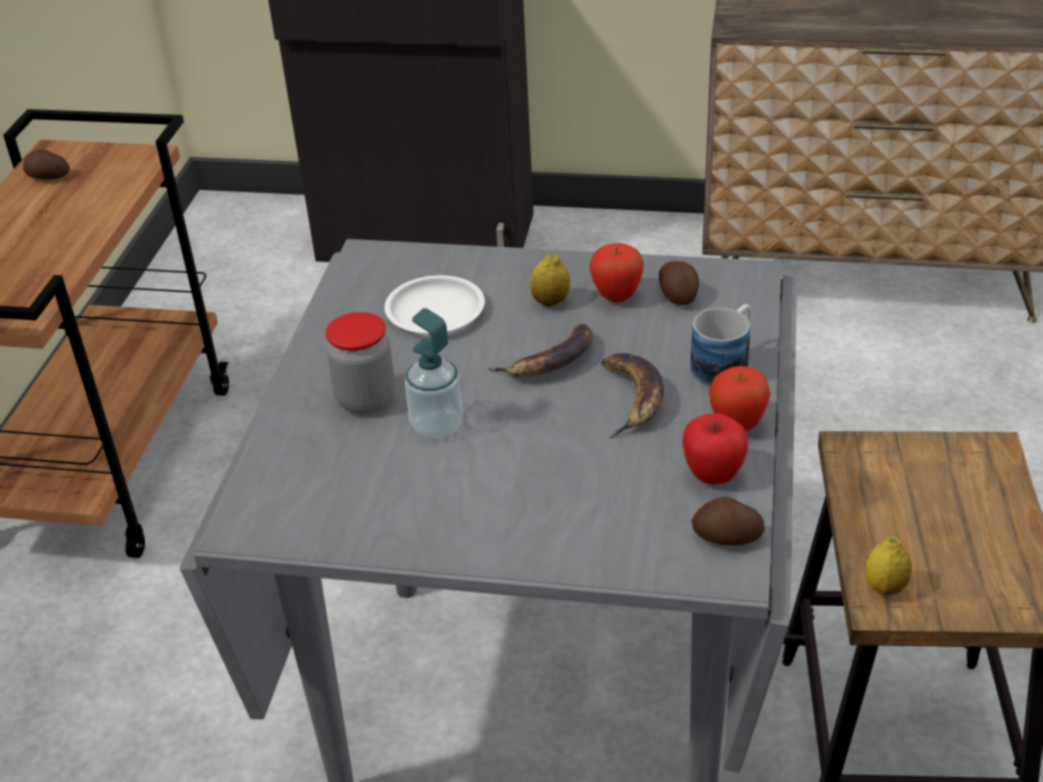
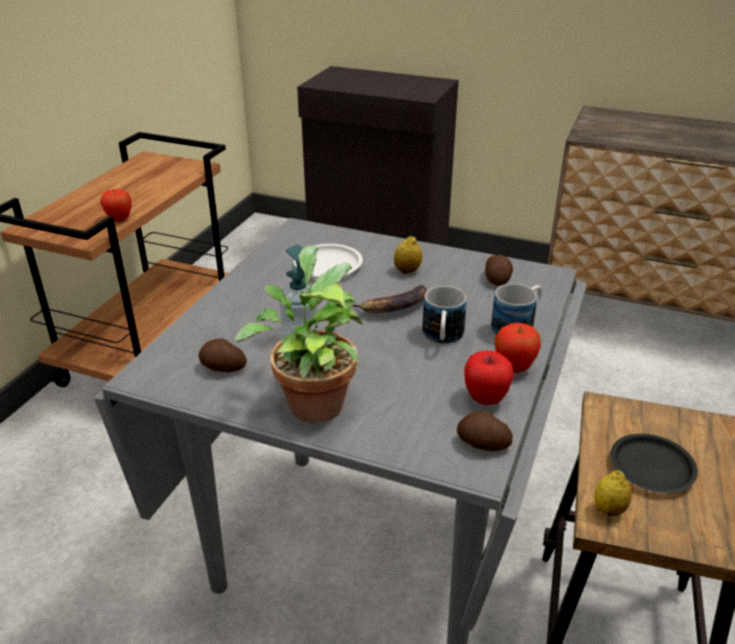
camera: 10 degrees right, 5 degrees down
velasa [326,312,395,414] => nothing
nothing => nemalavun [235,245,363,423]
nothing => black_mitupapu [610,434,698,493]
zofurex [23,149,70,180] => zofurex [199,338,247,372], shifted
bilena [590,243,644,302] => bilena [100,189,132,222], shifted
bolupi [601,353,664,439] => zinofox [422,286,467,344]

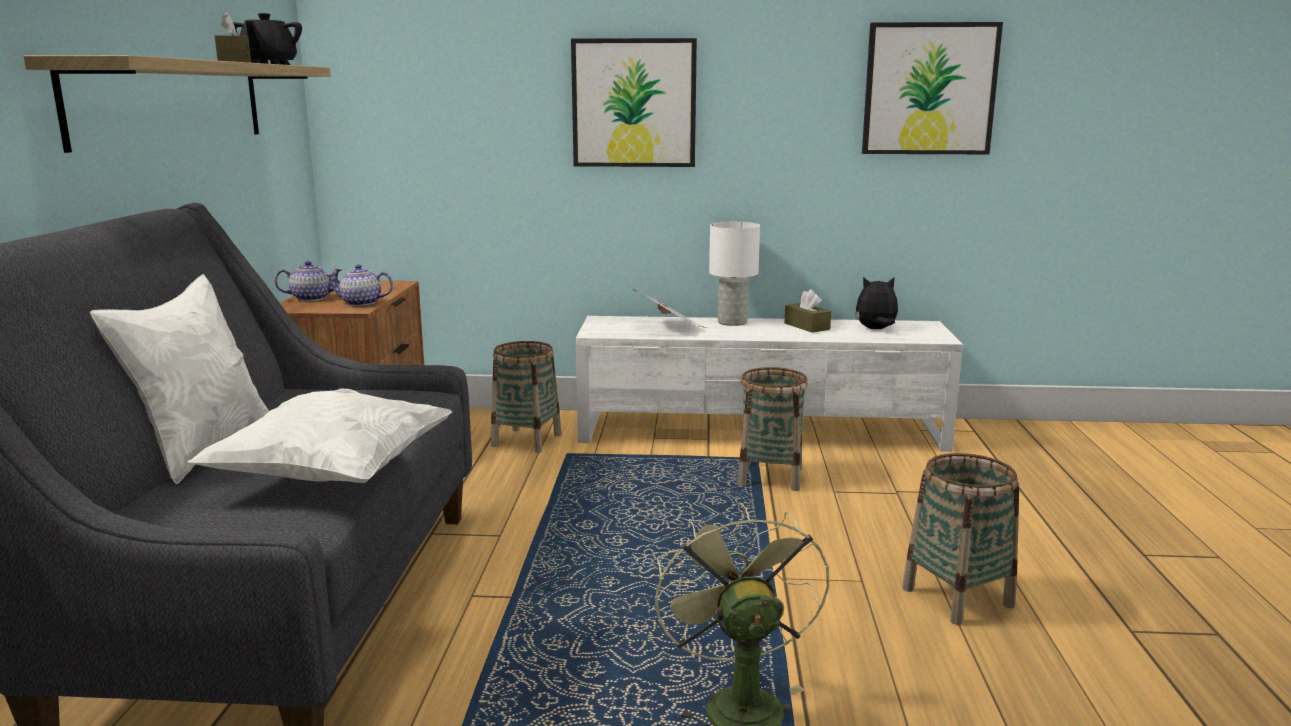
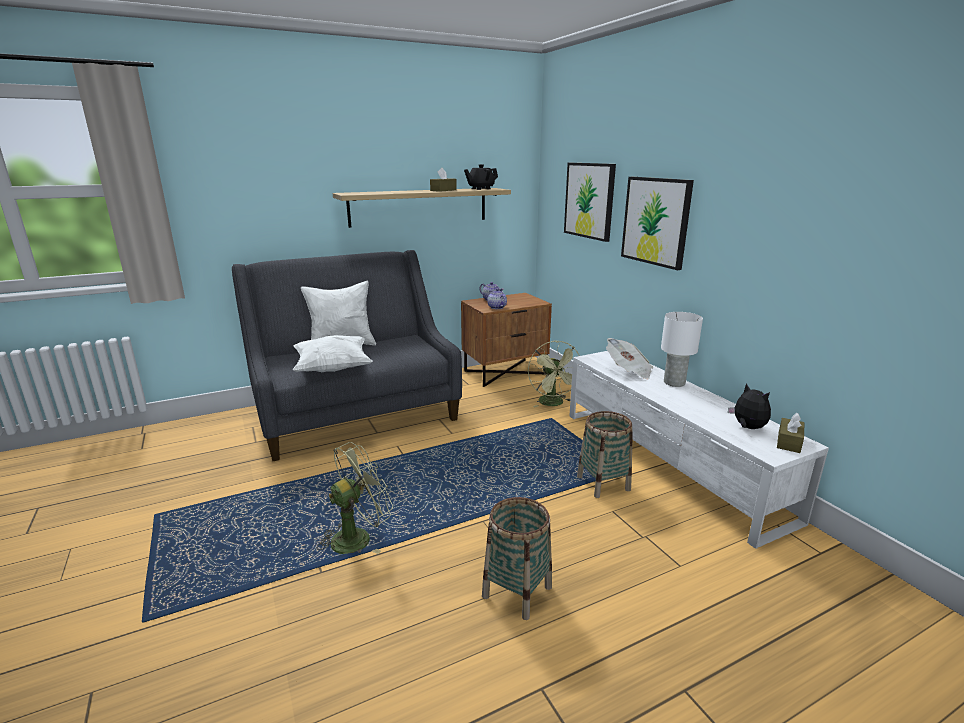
camera: 60 degrees right, 5 degrees up
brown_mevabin [785,290,831,333] => brown_mevabin [777,413,804,453], shifted
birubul [862,22,1003,154] => birubul [564,163,616,242], shifted
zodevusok [491,341,561,453] => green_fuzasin [528,341,579,408]

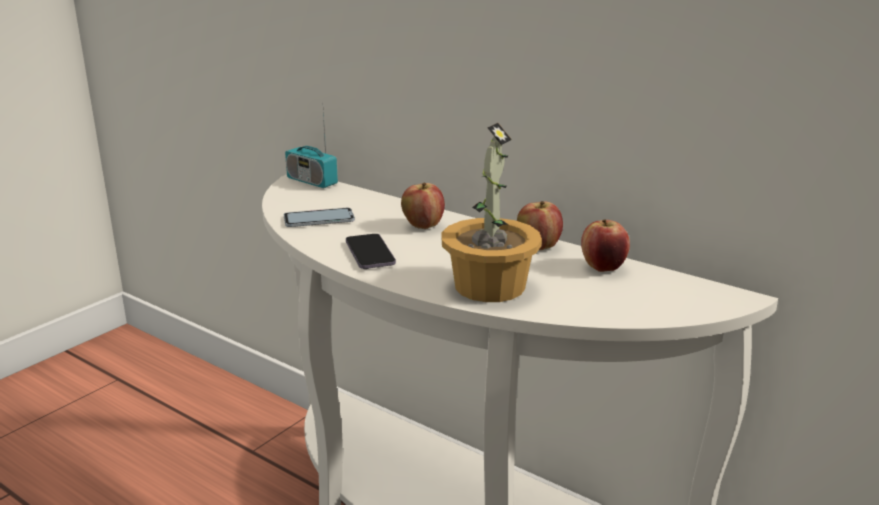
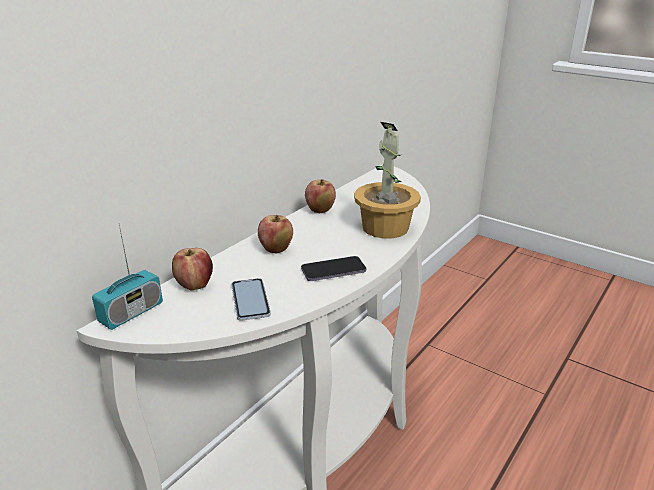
camera: 90 degrees left, 5 degrees up
bilena [581,219,630,272] => bilena [172,248,213,291], shifted

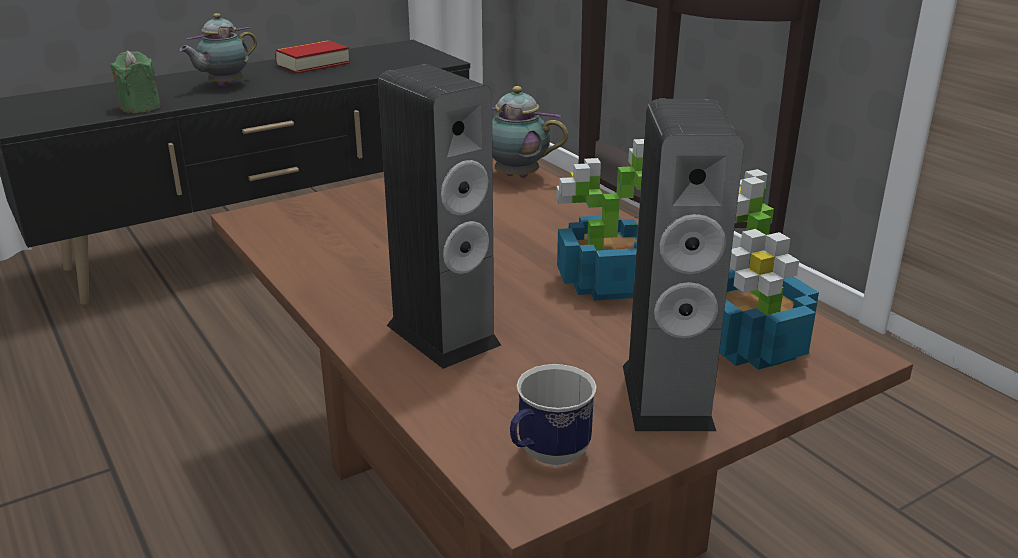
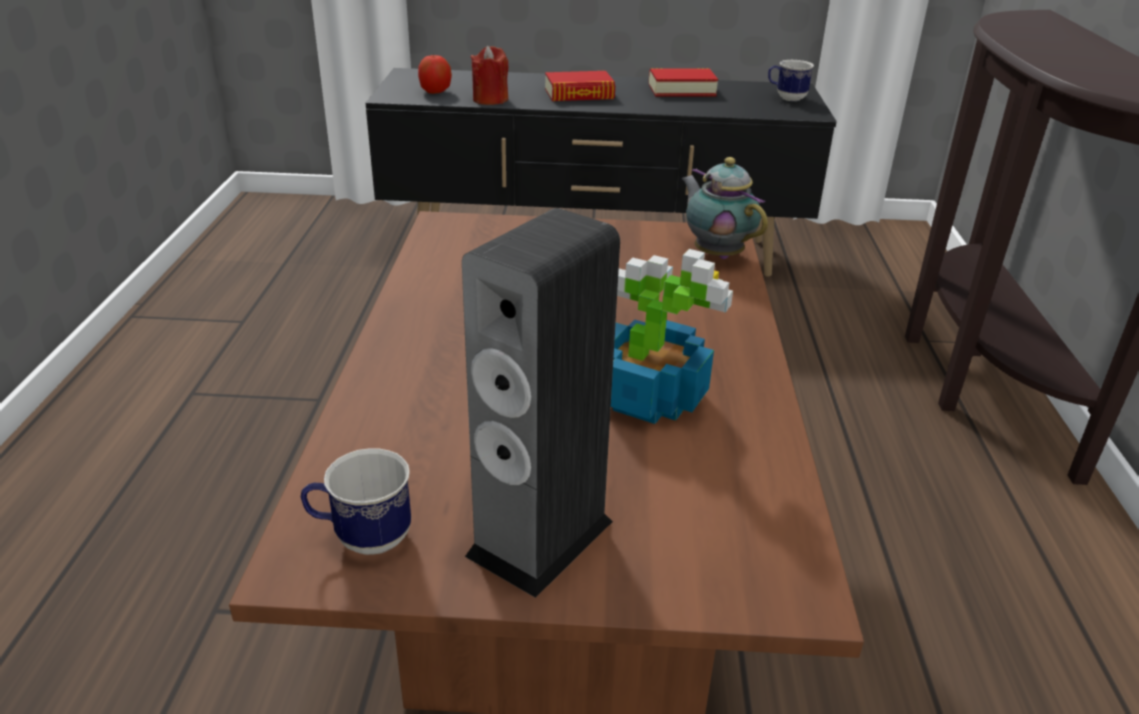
camera: 35 degrees right, 5 degrees up
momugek [378,64,502,369] => nothing
nemalavun [719,169,819,370] => nothing
nothing => bilena [418,54,452,94]
nothing => zinofox [768,60,814,101]
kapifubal [179,13,257,87] => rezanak [545,71,615,101]
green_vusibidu [110,51,161,113] => red_vusibidu [471,46,509,105]

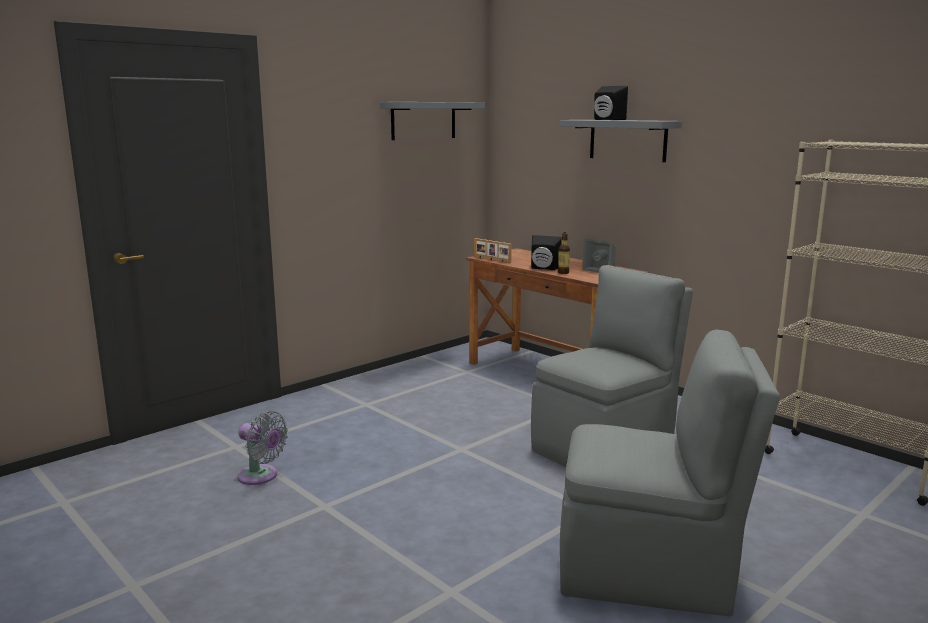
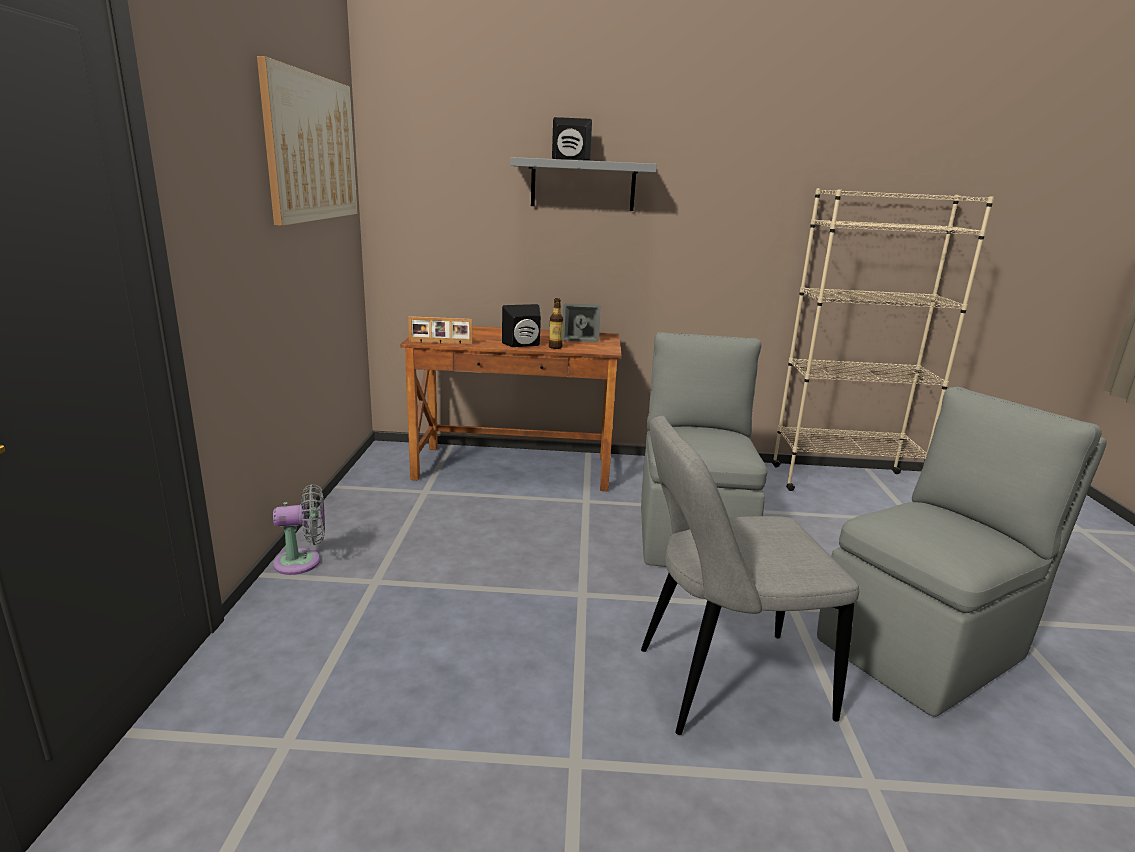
camera: 45 degrees left, 5 degrees up
nothing => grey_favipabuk [641,416,859,735]
grey_fuzasin [237,411,288,485] => grey_fuzasin [273,484,325,575], shifted
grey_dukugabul [380,102,485,140] => birubul [257,56,358,226]

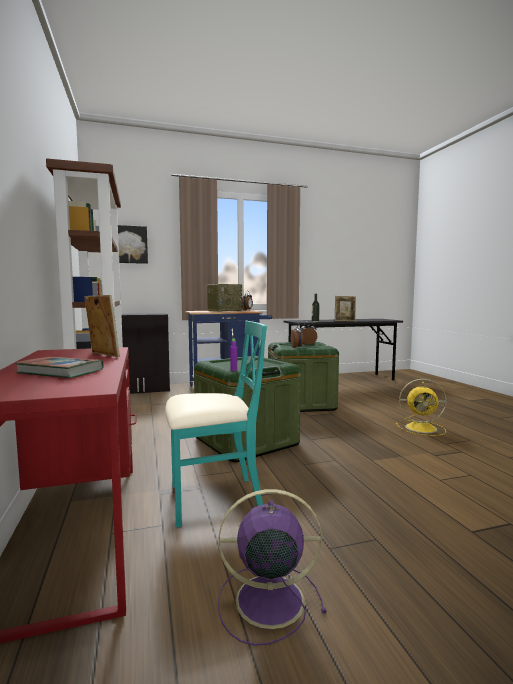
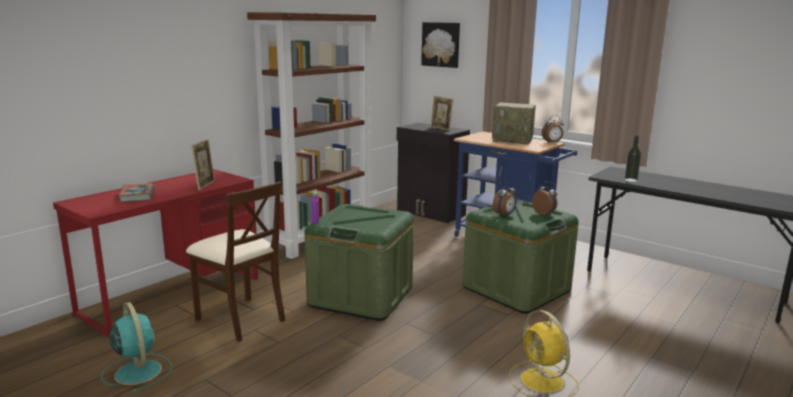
camera: 55 degrees right, 10 degrees up
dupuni [335,296,356,321] => dupuni [431,96,453,131], shifted
turquoise_favipabuk [165,321,267,527] => beige_favipabuk [186,181,285,342]
purple_fuzasin [218,489,327,646] => turquoise_fuzasin [101,302,172,393]

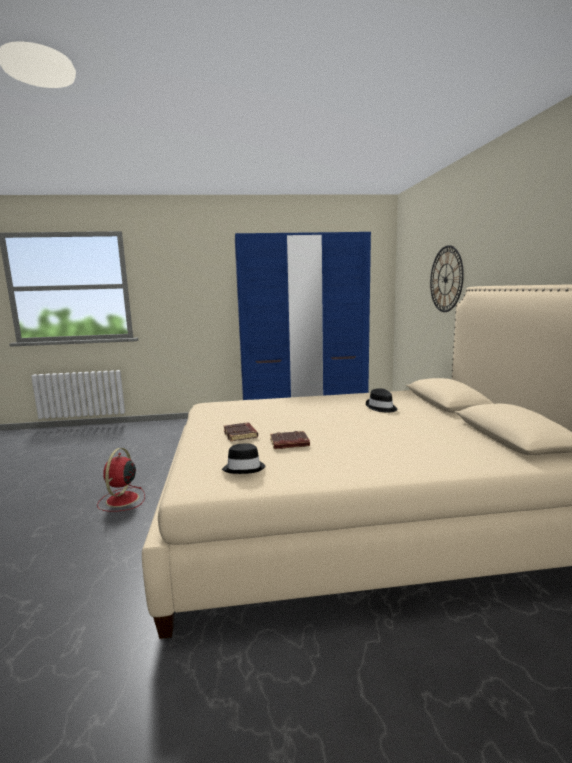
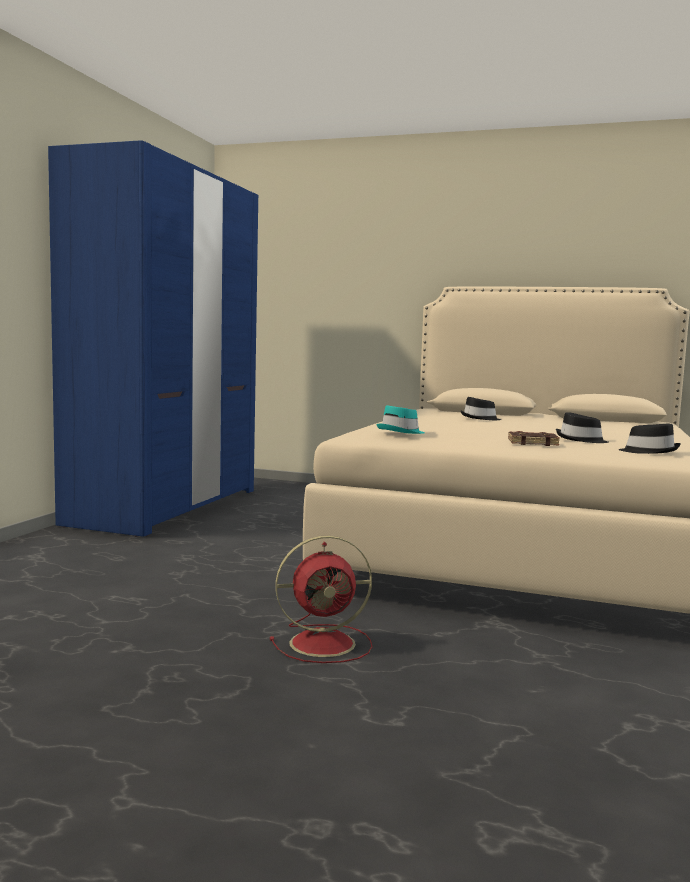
camera: 65 degrees left, 5 degrees down
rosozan [430,245,464,312] => nothing
nothing => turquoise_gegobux [376,405,425,434]
brown_rezanak [270,431,310,449] => black_gegobux [556,412,609,443]
red_fuzasin [97,448,145,512] => red_fuzasin [270,536,372,663], 45 degrees counterclockwise

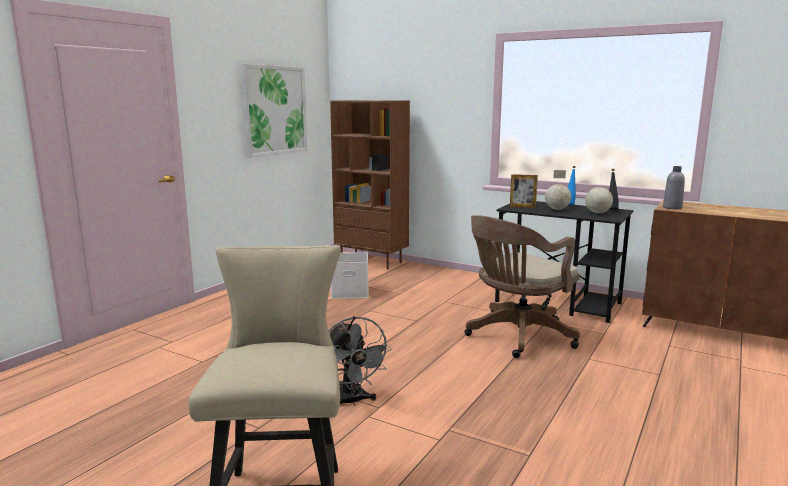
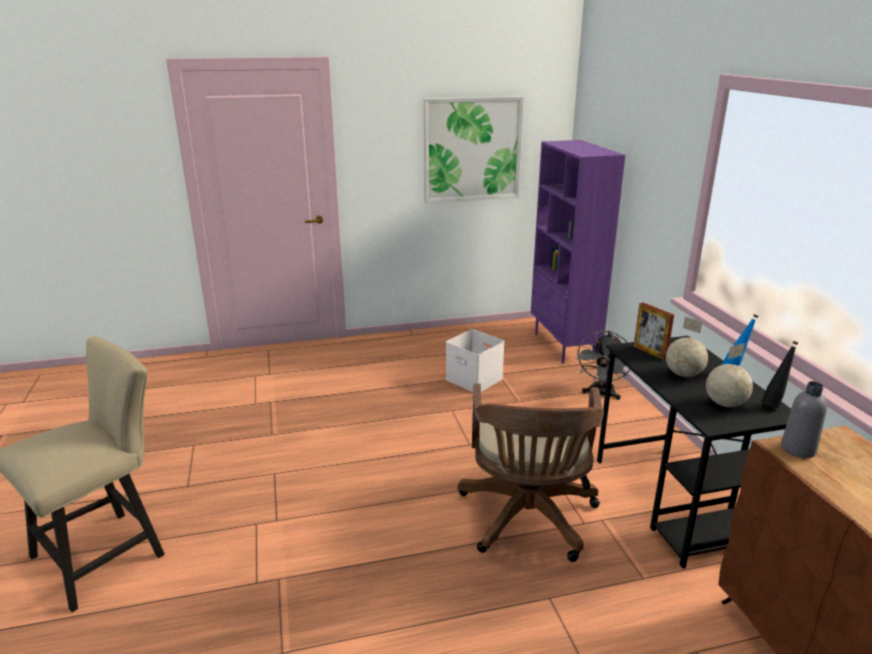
camera: 45 degrees right, 10 degrees up
grey_fuzasin [329,316,392,406] => grey_fuzasin [576,331,630,400], shifted
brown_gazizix [330,100,410,269] => purple_gazizix [531,140,625,364]
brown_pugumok [465,215,580,358] => brown_pugumok [457,383,604,562], 90 degrees counterclockwise

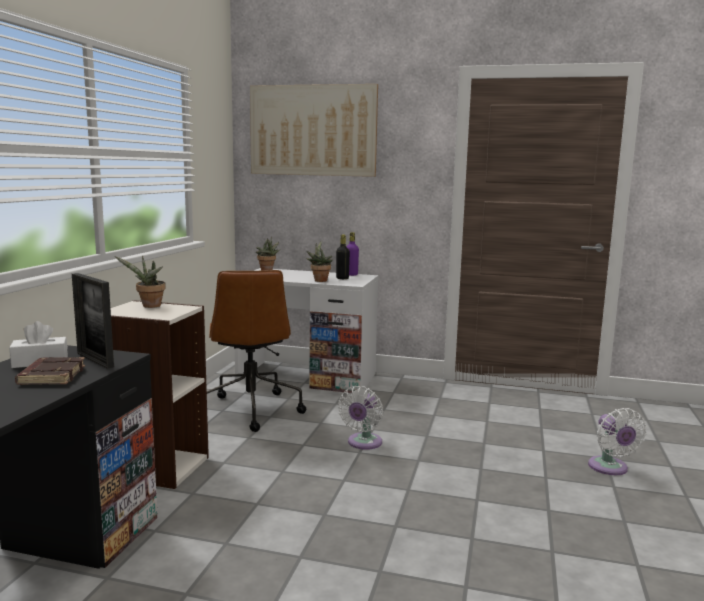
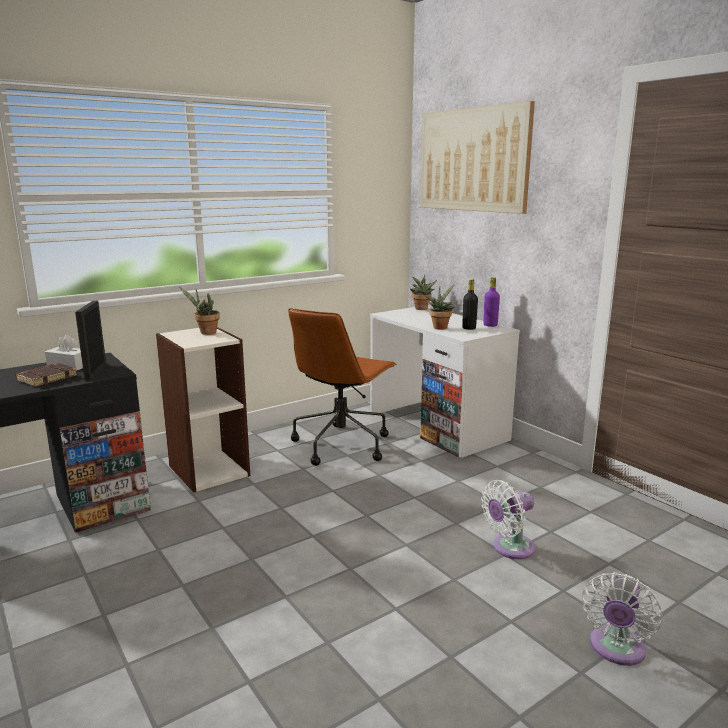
camera: 40 degrees right, 5 degrees up
white_fuzasin [338,386,383,450] => white_fuzasin [481,480,535,559], shifted

